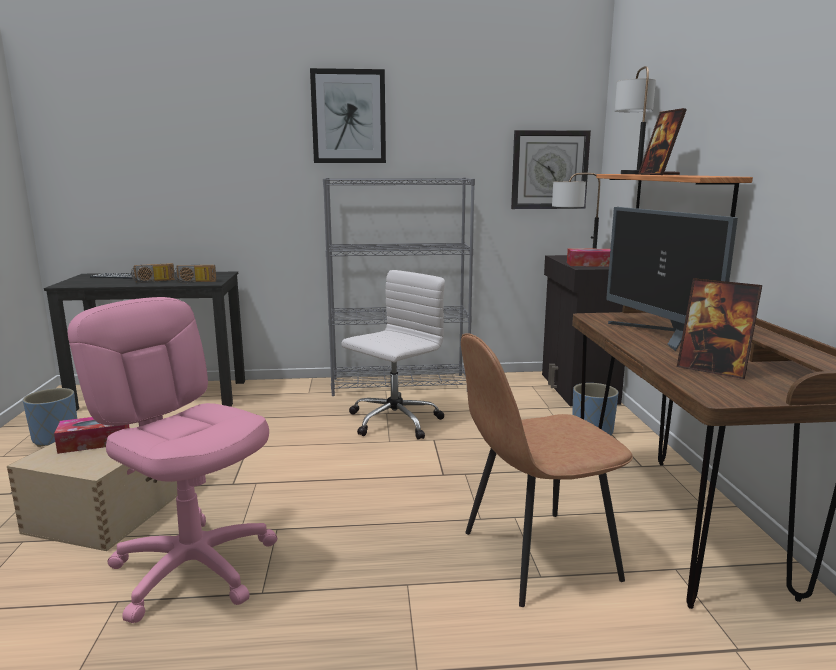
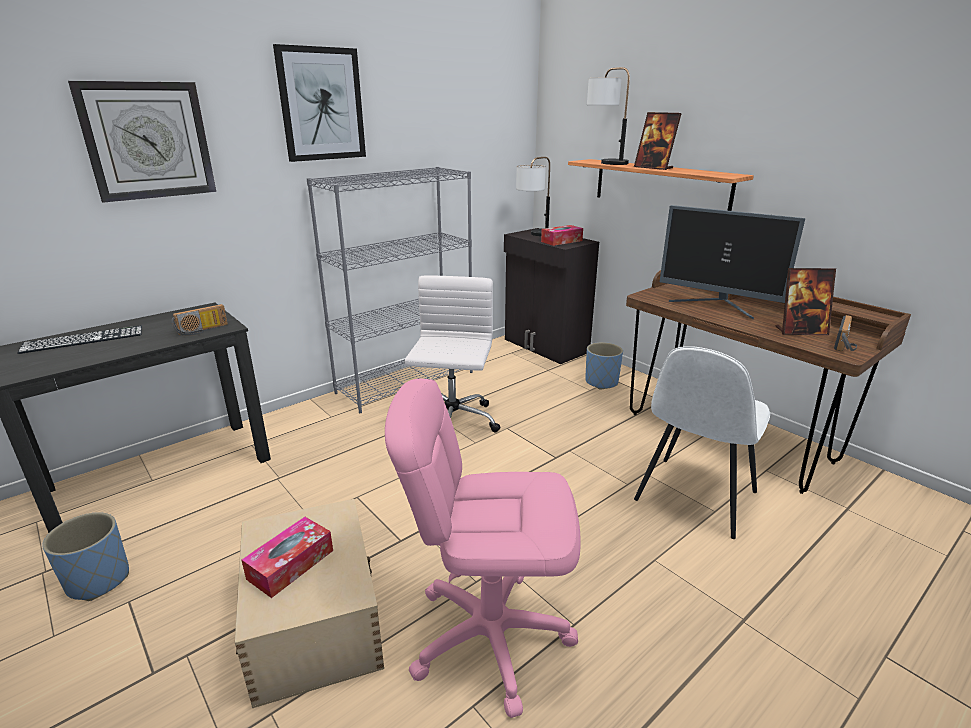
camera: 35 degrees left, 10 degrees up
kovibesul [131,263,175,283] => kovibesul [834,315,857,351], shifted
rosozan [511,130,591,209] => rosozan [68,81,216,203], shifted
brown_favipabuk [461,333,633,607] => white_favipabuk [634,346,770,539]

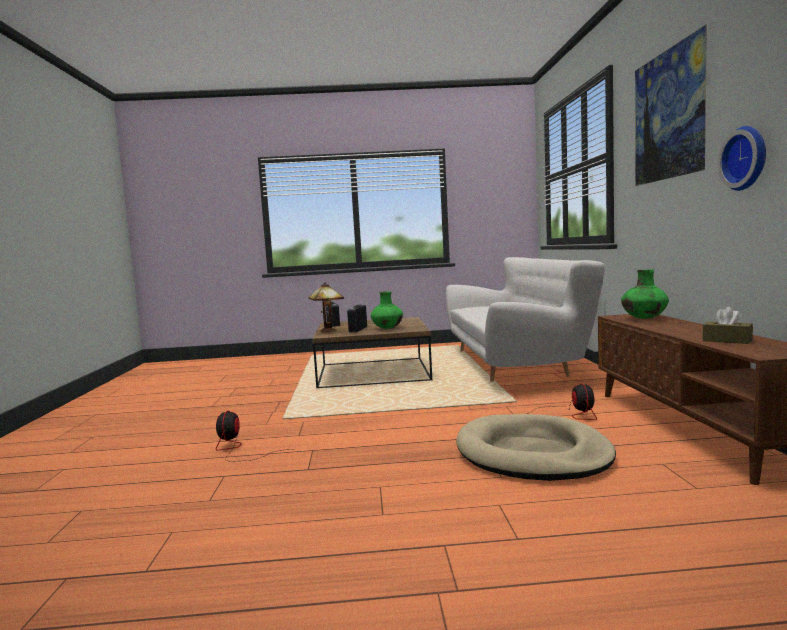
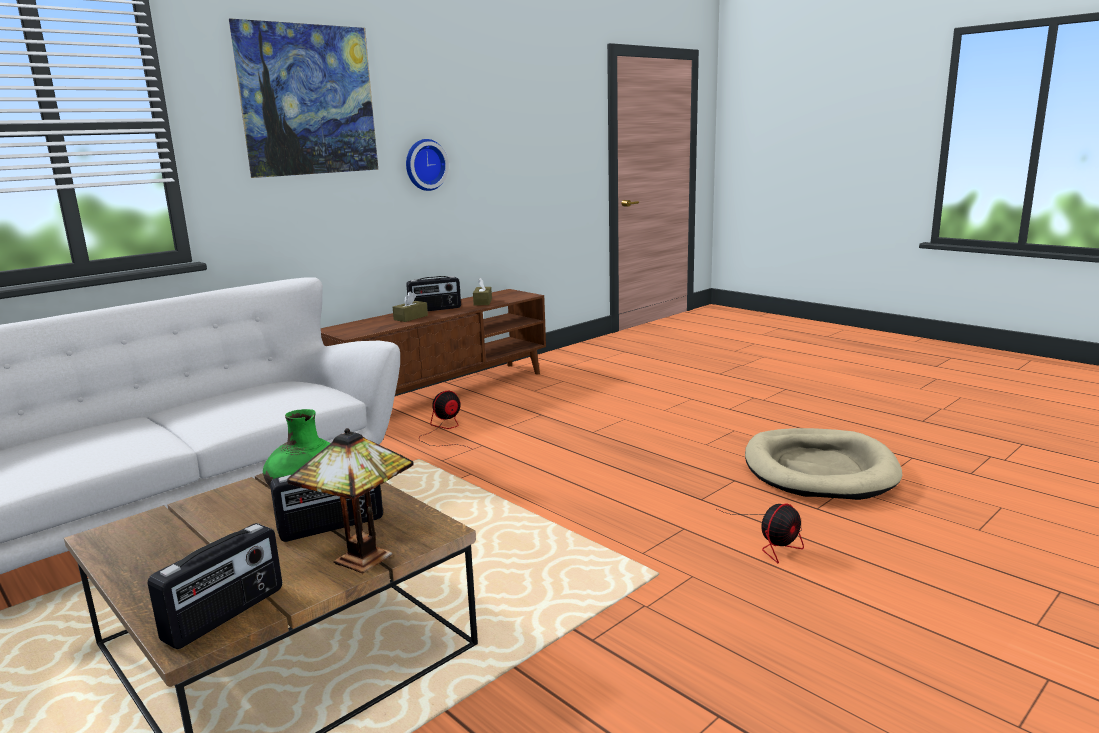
camera: 130 degrees left, 10 degrees up
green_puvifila [621,269,669,319] => nothing
nothing => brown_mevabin [393,291,428,322]
nothing => kovibesul [406,276,461,311]
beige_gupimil [456,414,616,481] => beige_gupimil [745,428,902,500], shifted

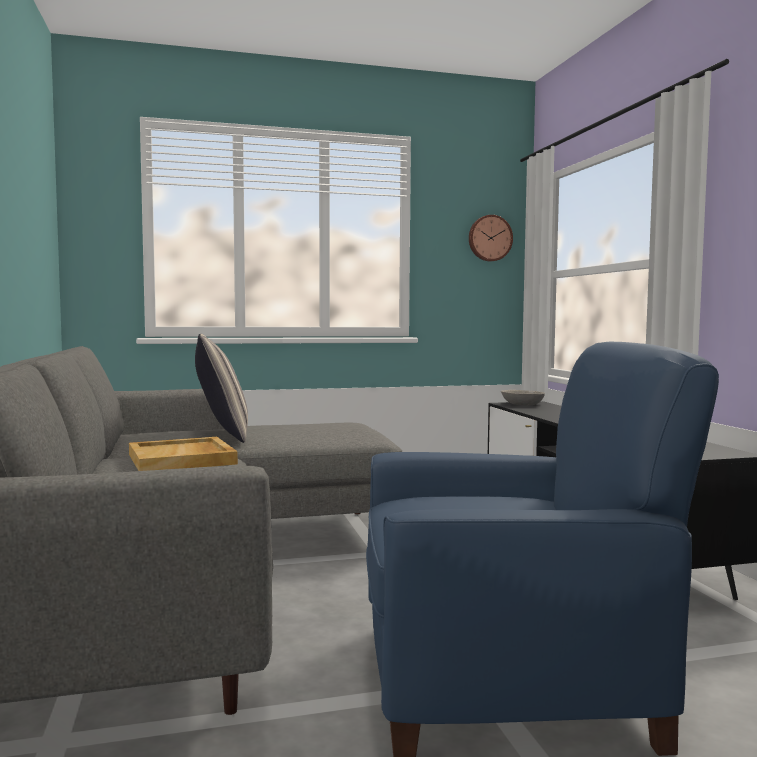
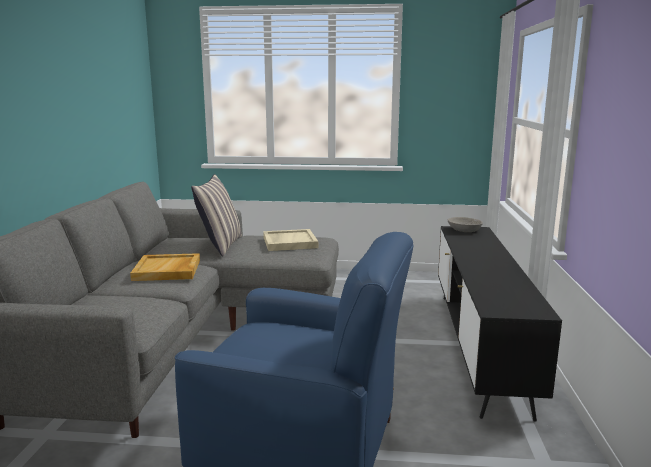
camera: 20 degrees right, 10 degrees up
rosozan [469,215,513,261] => nothing
nothing => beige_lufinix [263,229,318,251]

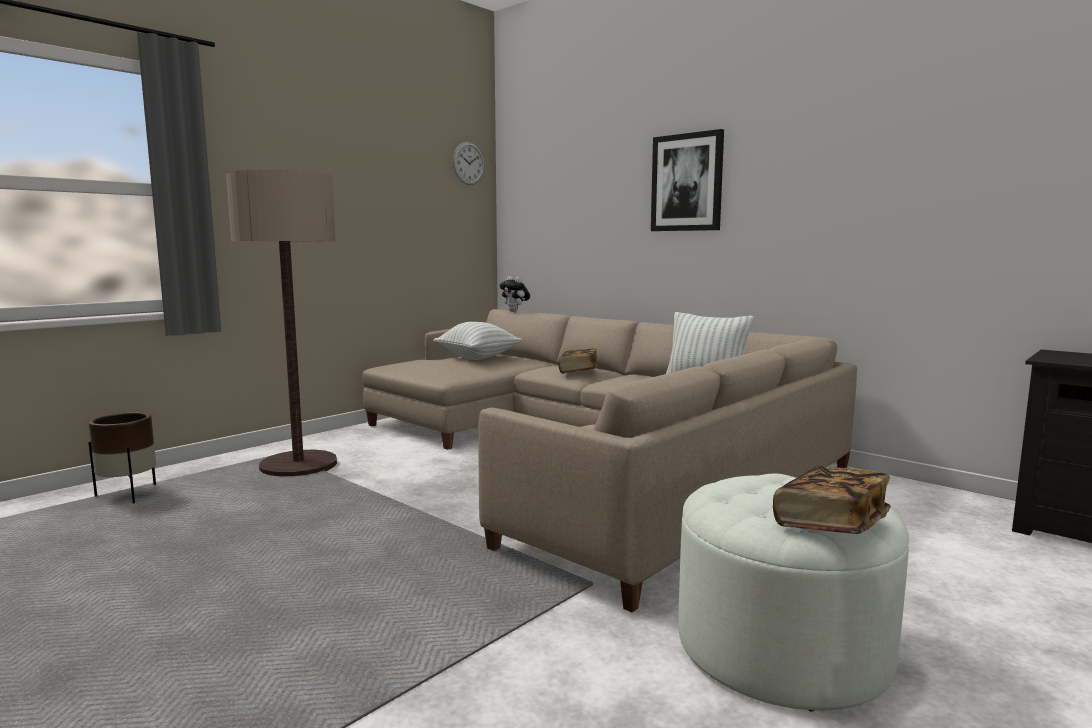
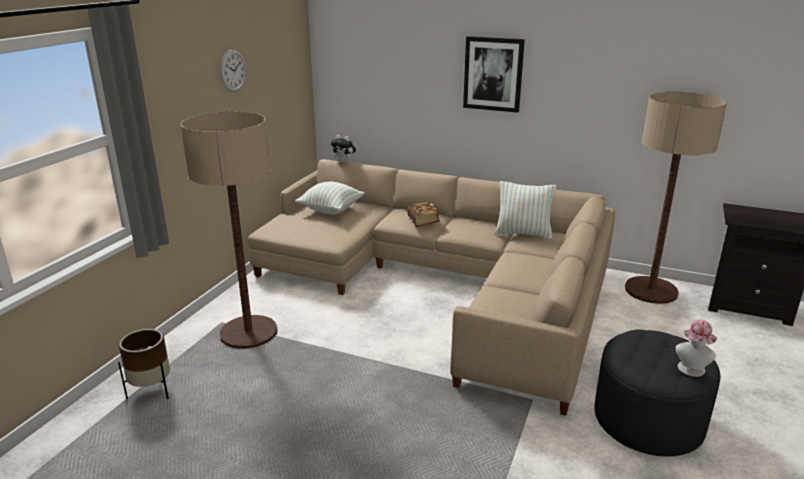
camera: 20 degrees left, 15 degrees up
nothing => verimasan [625,92,727,304]
rosozan [453,142,485,185] => rosozan [220,50,246,92], shifted
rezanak [773,466,890,534] => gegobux [676,320,717,377]
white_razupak [679,473,909,711] => black_razupak [594,330,720,456]

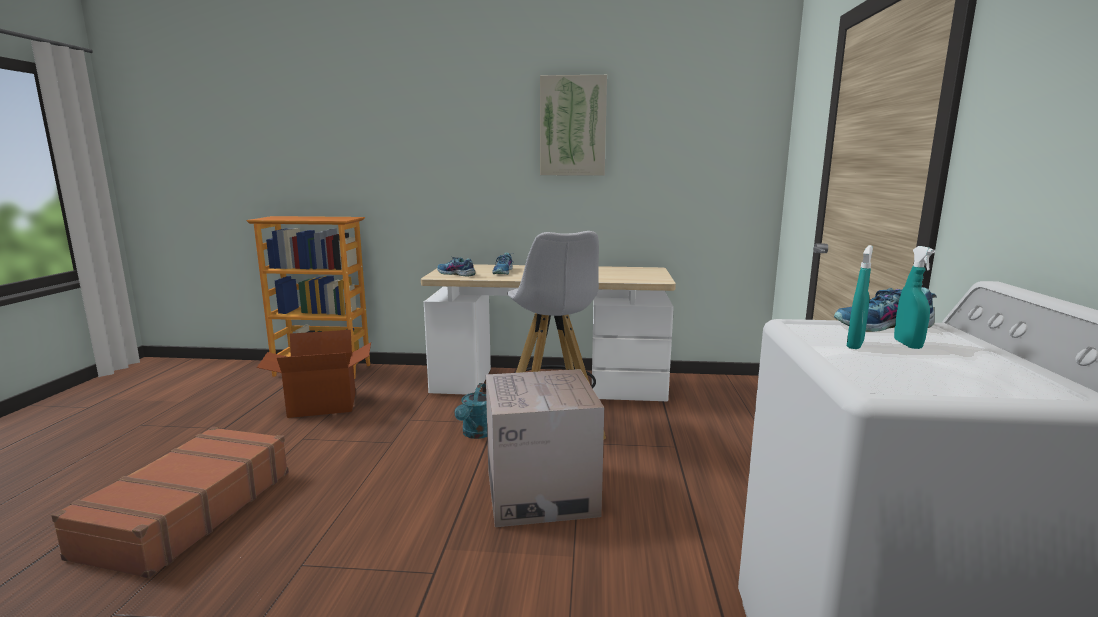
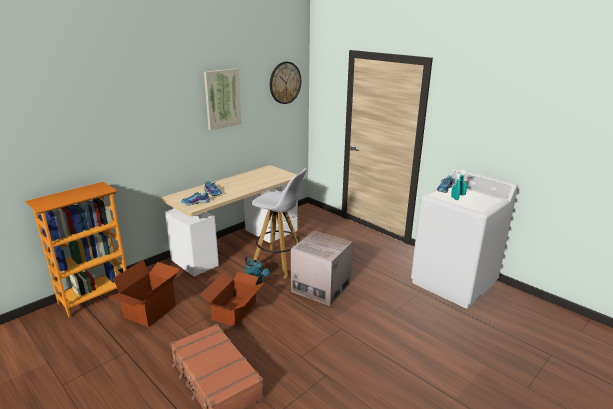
camera: 50 degrees left, 10 degrees up
nothing => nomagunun [200,272,265,326]
nothing => rosozan [270,62,301,104]

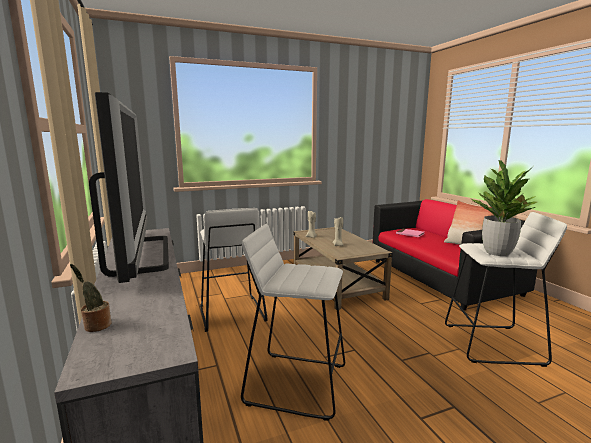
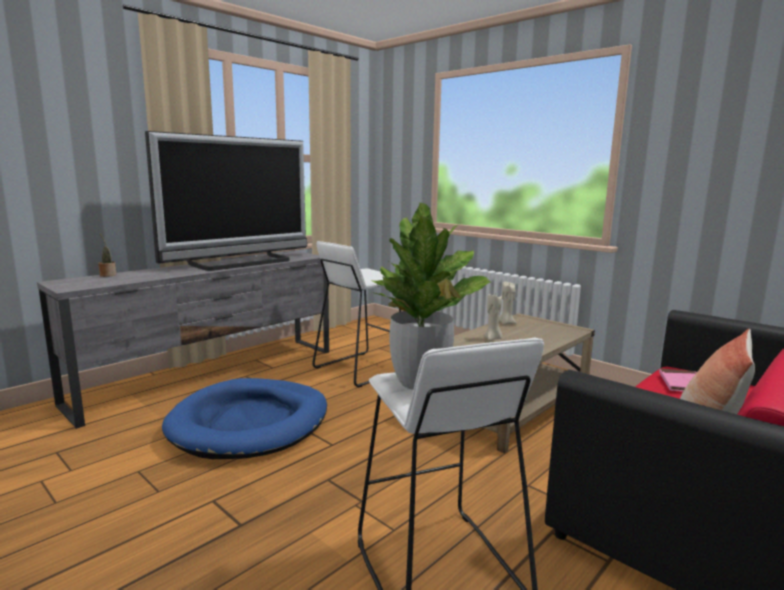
camera: 65 degrees right, 0 degrees up
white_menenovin [241,224,345,421] => blue_gupimil [162,378,327,459]

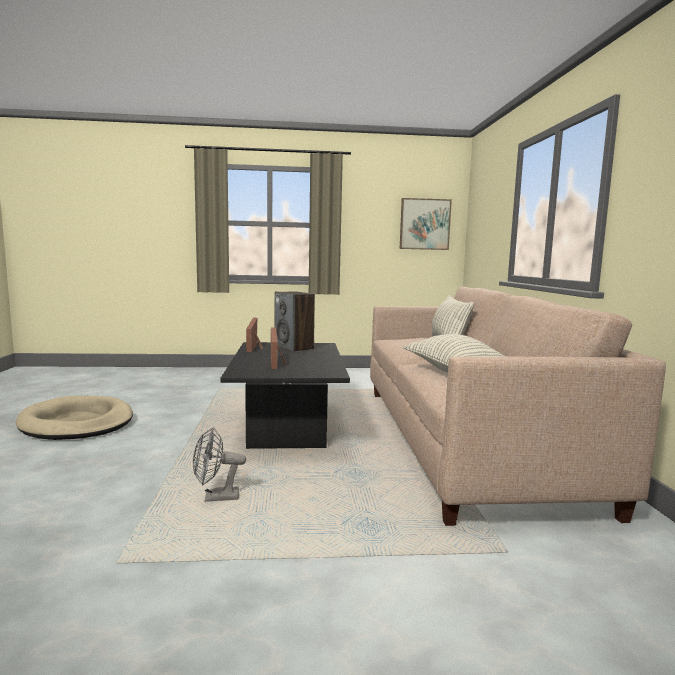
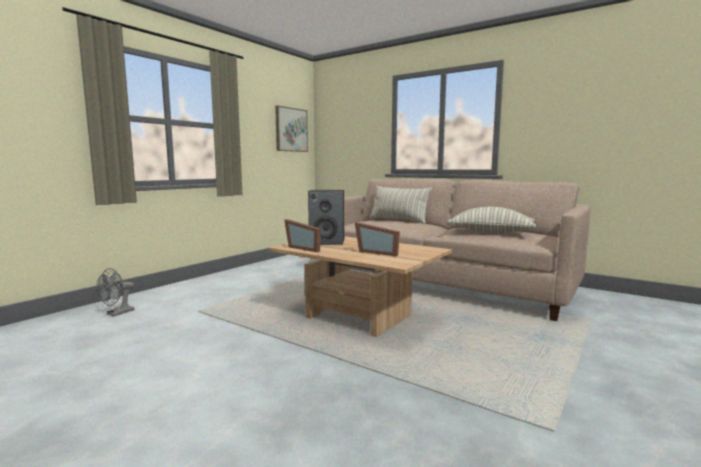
camera: 50 degrees left, 0 degrees up
beige_gupimil [16,396,133,440] => nothing
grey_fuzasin [193,427,246,502] => grey_fuzasin [96,268,134,316], shifted
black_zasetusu [220,342,350,449] => beige_zasetusu [269,236,452,337]

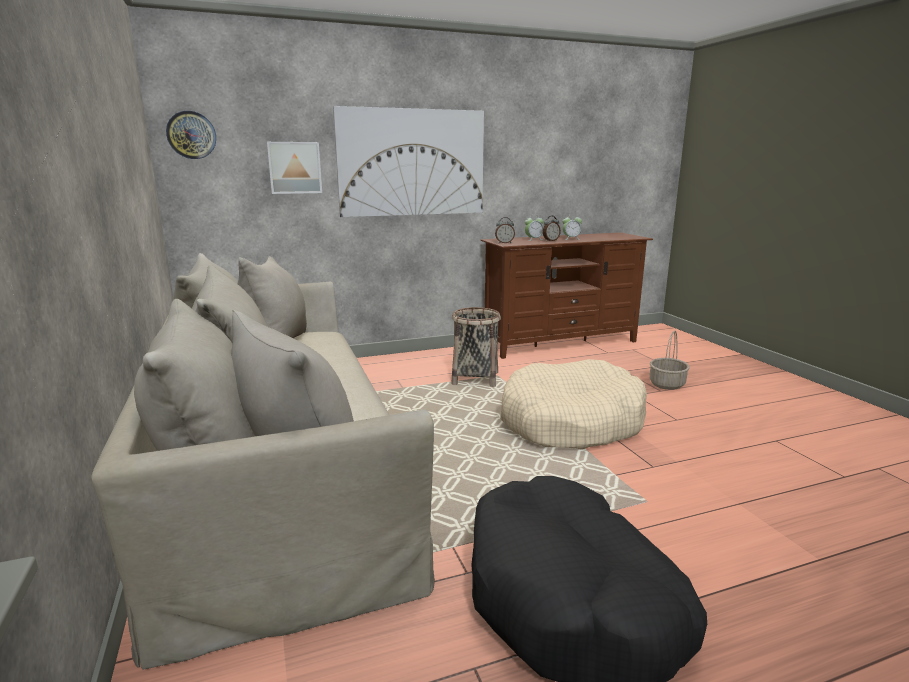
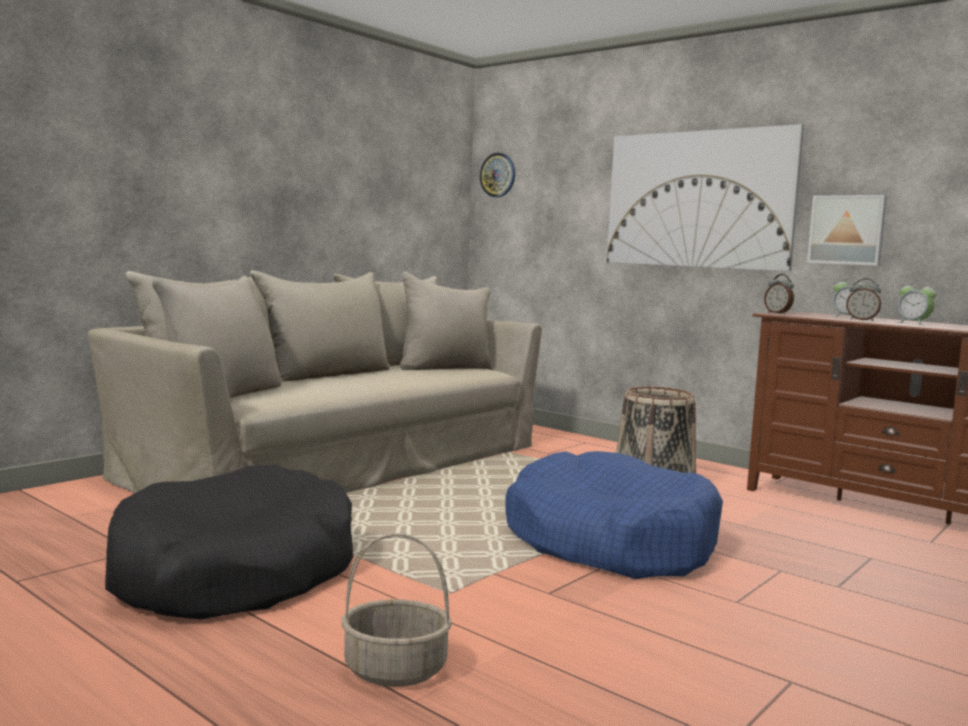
camera: 60 degrees right, 10 degrees down
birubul [267,142,322,194] => birubul [807,195,887,266], shifted
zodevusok [649,331,690,390] => zodevusok [341,533,452,687], shifted
beige_gupimil [500,359,647,449] => blue_gupimil [505,451,723,579]

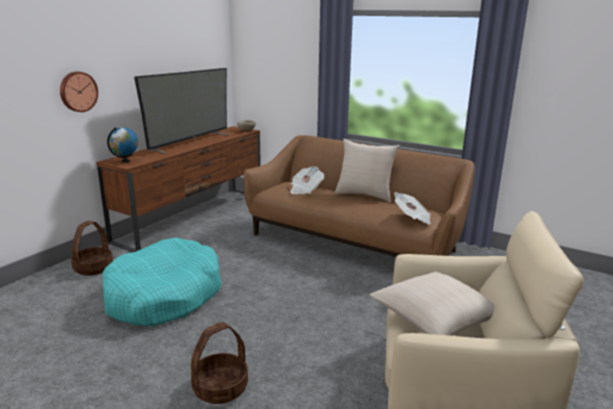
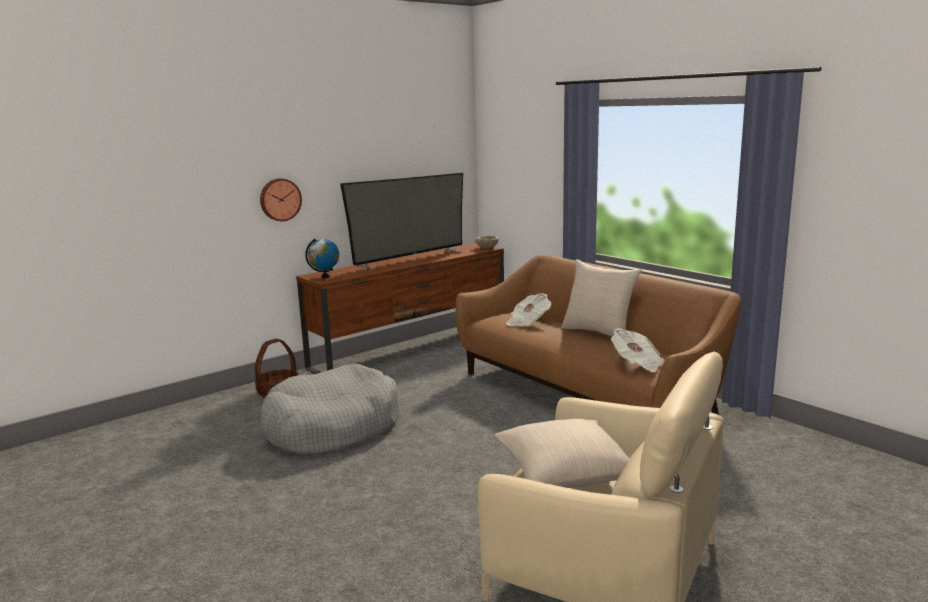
camera: 20 degrees right, 5 degrees down
zodevusok [191,322,248,404] => nothing
turquoise_gupimil [102,238,221,326] => grey_gupimil [260,364,400,455]

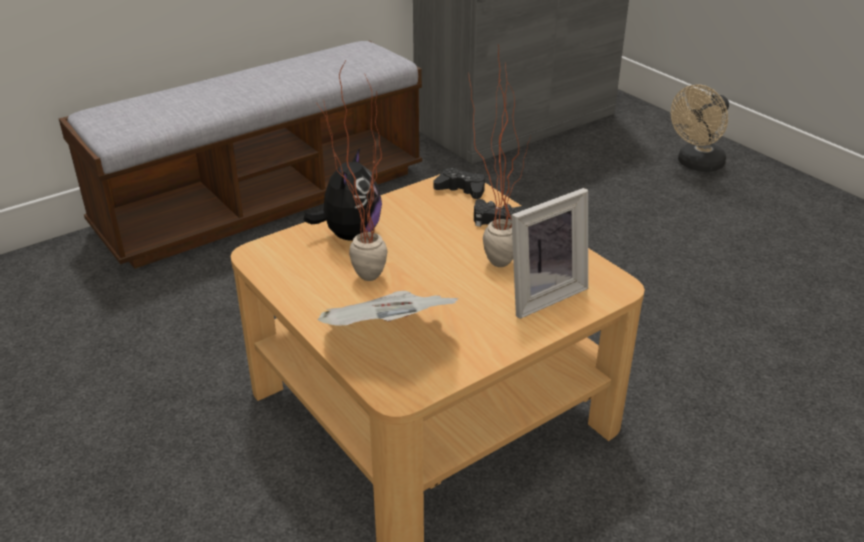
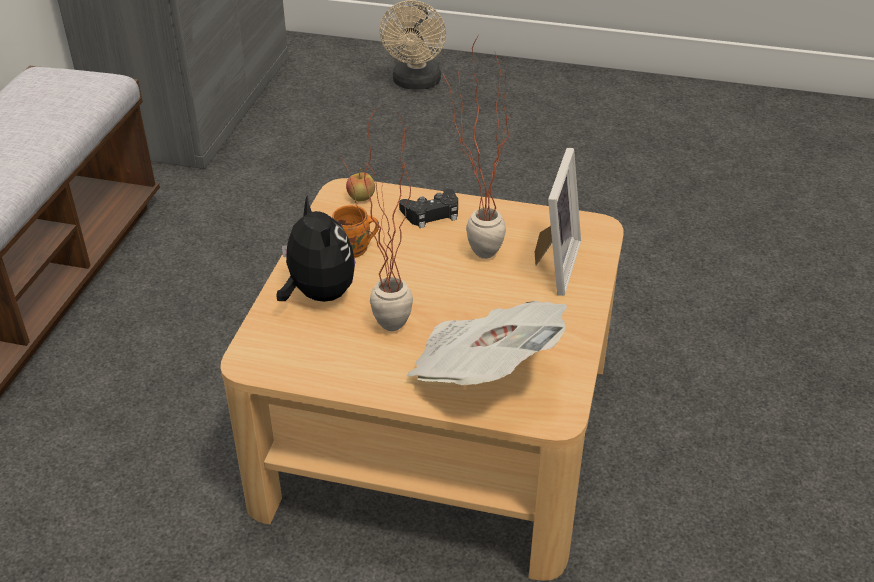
camera: 40 degrees left, 5 degrees up
nothing => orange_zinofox [332,205,379,258]
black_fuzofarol [433,168,485,199] => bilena [346,169,375,201]

